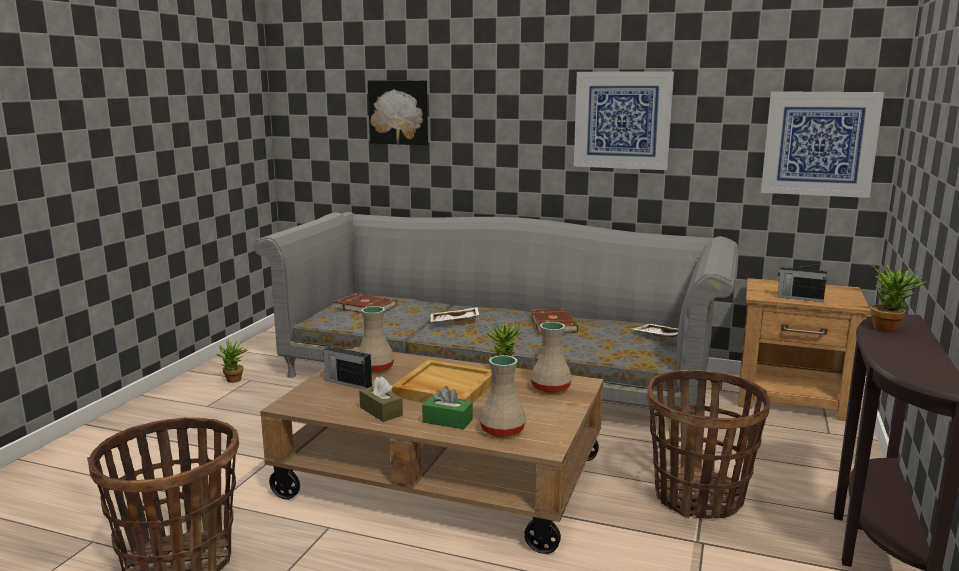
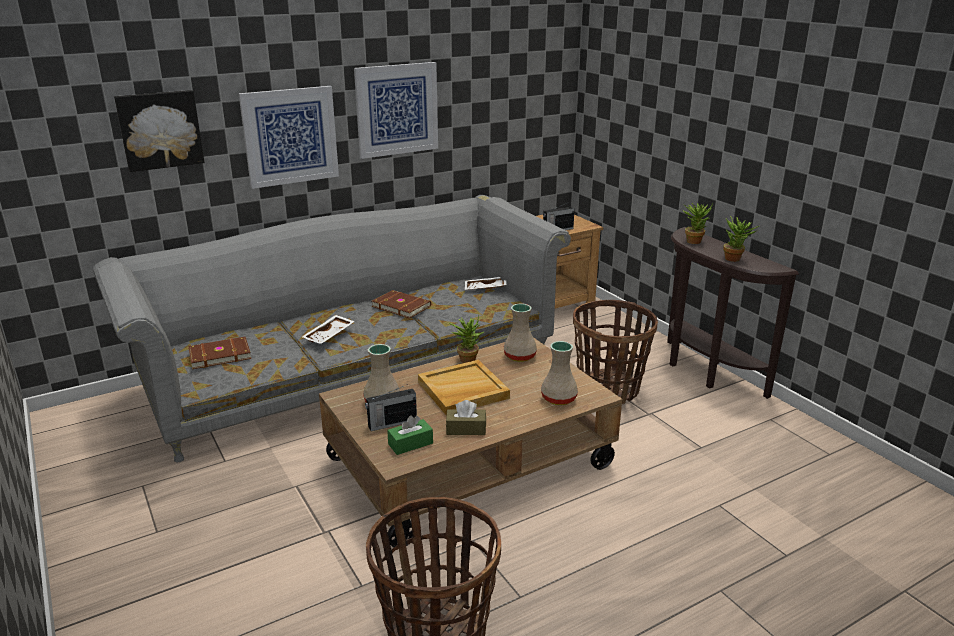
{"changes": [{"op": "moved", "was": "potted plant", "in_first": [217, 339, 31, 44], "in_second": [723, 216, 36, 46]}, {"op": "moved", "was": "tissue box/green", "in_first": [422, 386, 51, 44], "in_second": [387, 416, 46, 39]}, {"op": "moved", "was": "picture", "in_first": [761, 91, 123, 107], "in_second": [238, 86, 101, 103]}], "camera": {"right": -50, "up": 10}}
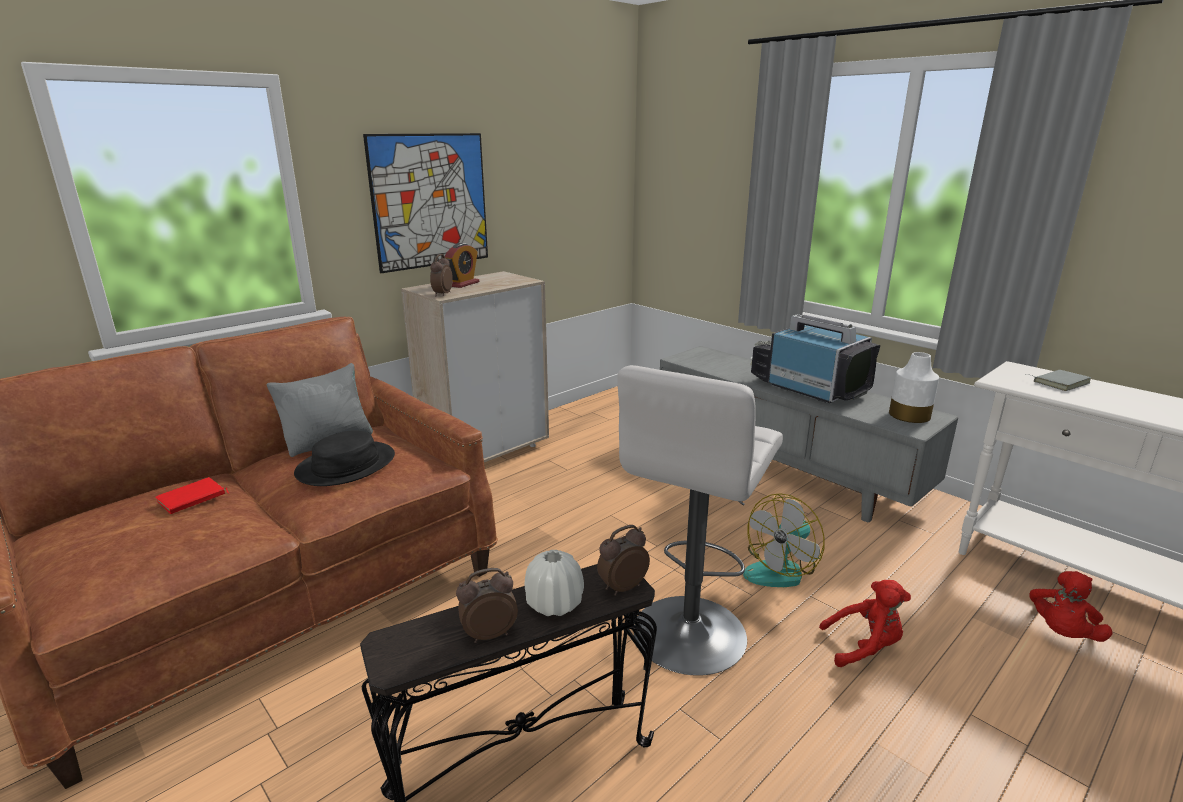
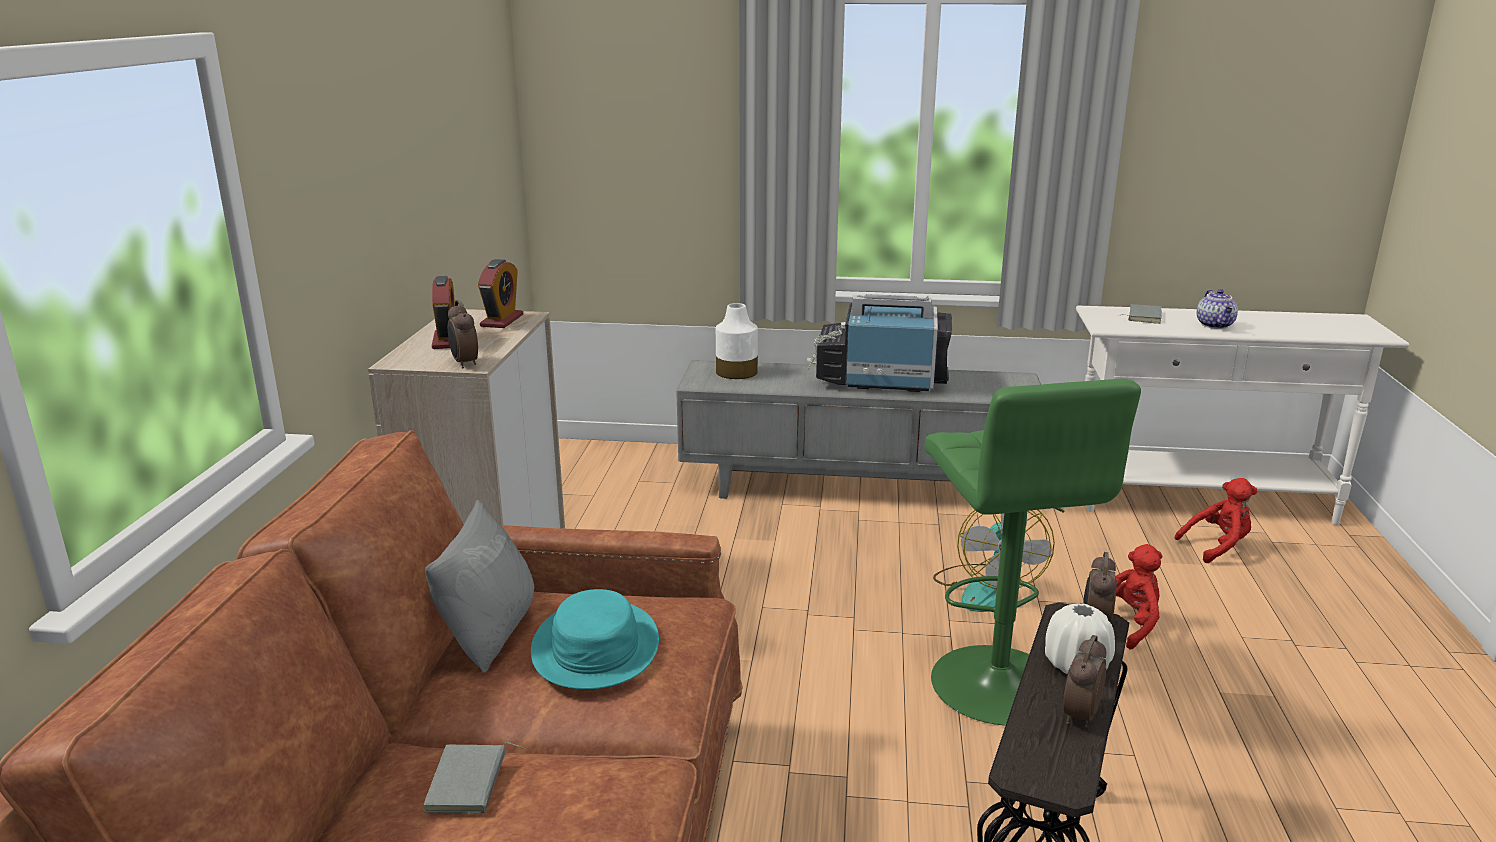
{"changes": [{"op": "recoloured", "was": "book/red", "now": "book/grey", "in_first": [155, 477, 74, 37], "in_second": [423, 742, 101, 72]}, {"op": "recoloured", "was": "hat/black", "now": "hat/turquoise", "in_first": [294, 430, 101, 56], "in_second": [531, 589, 128, 100]}, {"op": "removed", "was": "picture", "in_first": [363, 133, 125, 140]}, {"op": "recoloured", "was": "stool/white", "now": "stool/green", "in_first": [617, 365, 166, 311], "in_second": [925, 379, 216, 347]}, {"op": "moved", "was": "vase/white", "in_first": [889, 352, 50, 71], "in_second": [716, 303, 42, 76]}, {"op": "turned", "was": "plush toy/red", "in_first": [1029, 571, 84, 71], "in_second": [1175, 478, 83, 85], "clockwise": -105}, {"op": "added", "now": "alarm clock", "in_second": [478, 259, 45, 69]}, {"op": "added", "now": "teapot", "in_second": [1197, 289, 41, 40]}], "camera": {"right": -40, "up": 0}}
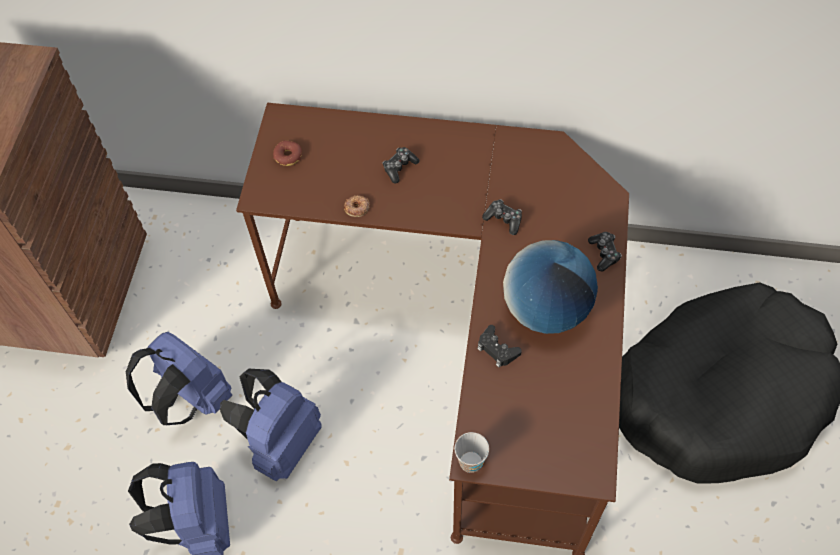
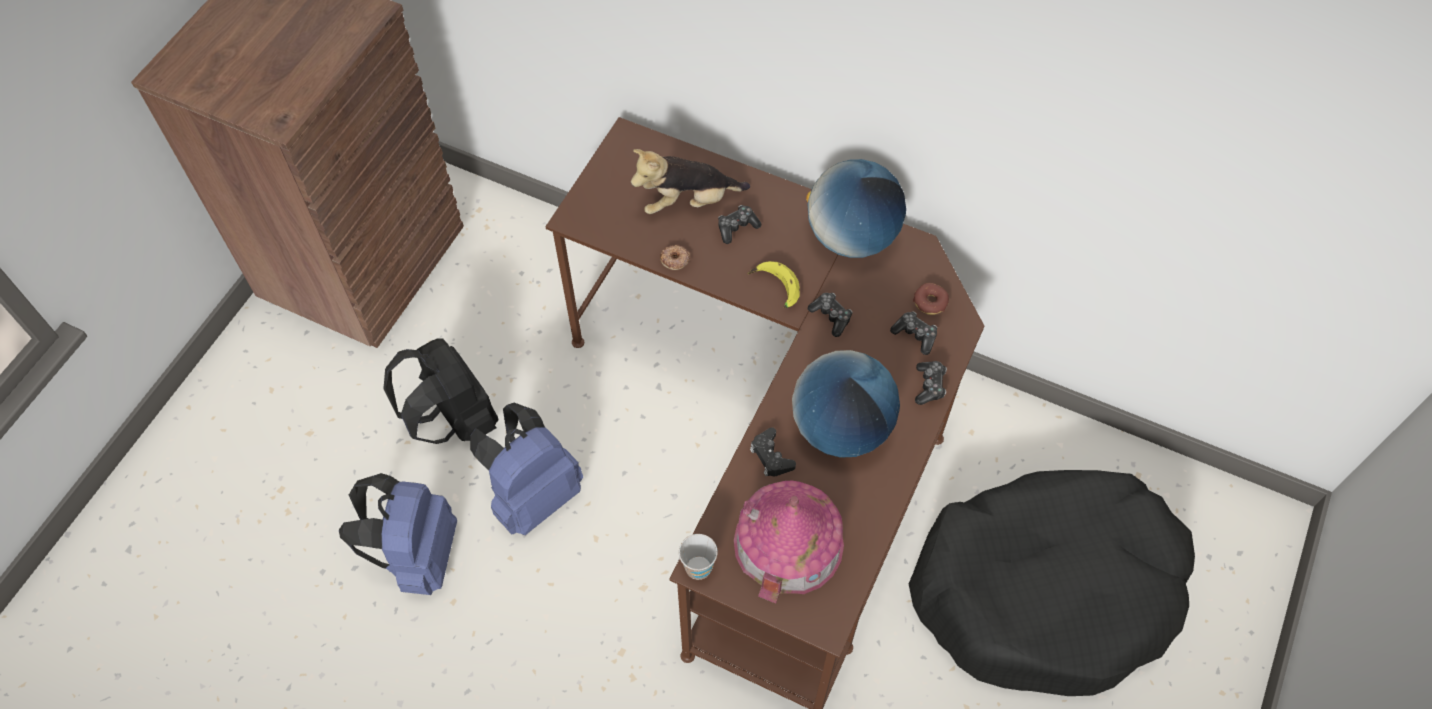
{"changes": [{"op": "recoloured", "was": "backpack/blue", "now": "backpack/black", "in_first": [126, 332, 106, 93], "in_second": [383, 338, 115, 106]}, {"op": "moved", "was": "donut", "in_first": [273, 140, 29, 26], "in_second": [913, 283, 36, 32]}, {"op": "added", "now": "plush toy", "in_second": [631, 149, 119, 65]}, {"op": "added", "now": "toy house", "in_second": [734, 480, 110, 124]}, {"op": "added", "now": "banana", "in_second": [748, 261, 52, 47]}, {"op": "added", "now": "globe", "in_second": [806, 159, 100, 99]}, {"op": "added", "now": "game controller", "in_second": [890, 311, 48, 44]}], "camera": {"right": 15, "up": 0}}
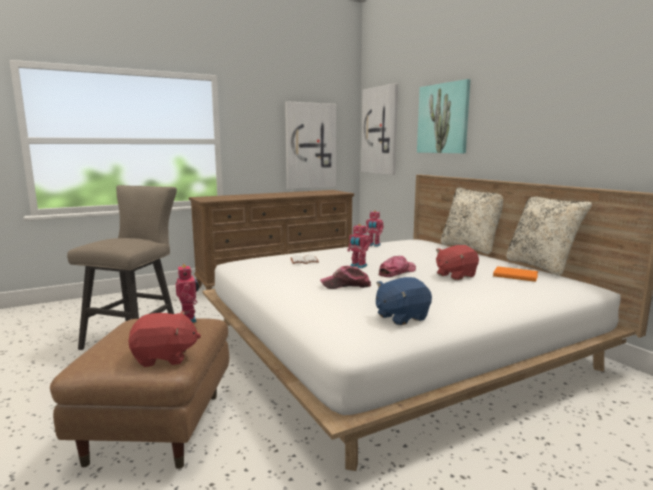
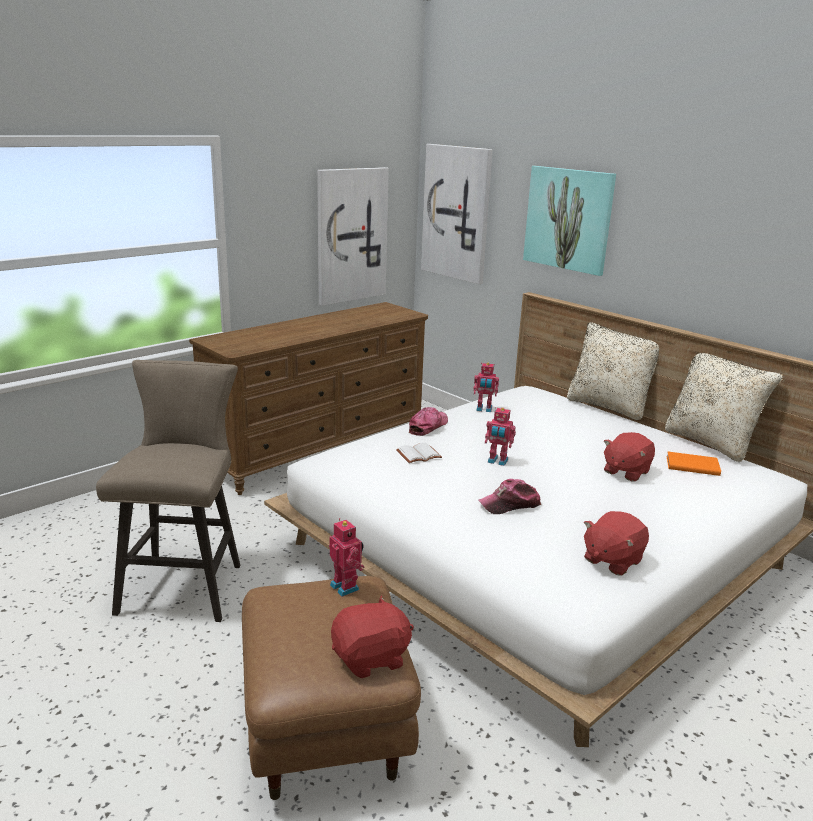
{"changes": [{"op": "recoloured", "was": "plush toy/blue", "now": "plush toy/red", "in_first": [376, 277, 56, 48], "in_second": [584, 511, 65, 65]}, {"op": "moved", "was": "cap", "in_first": [379, 256, 37, 21], "in_second": [409, 407, 39, 29]}], "camera": {"right": -15, "up": 10}}
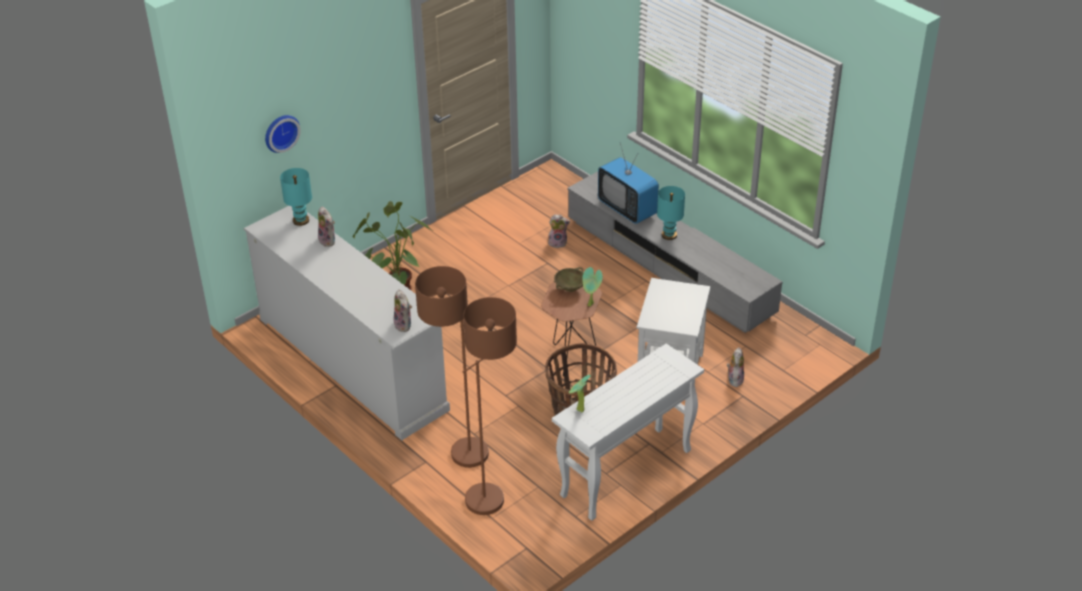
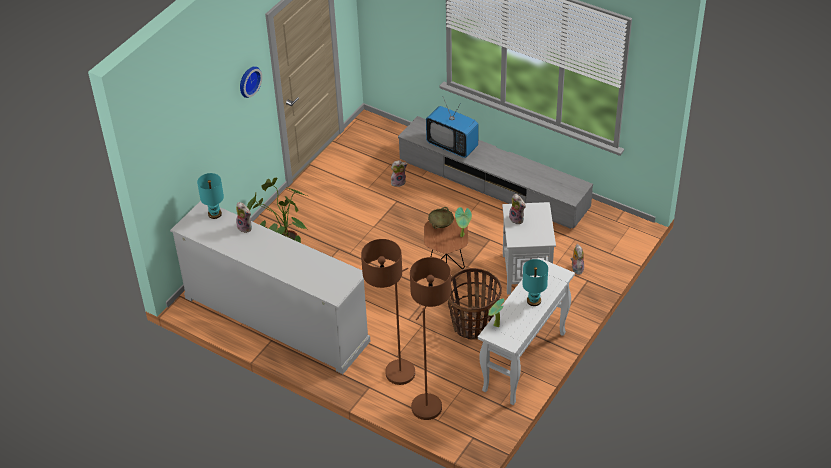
{"changes": [{"op": "moved", "was": "wall clock", "in_first": [265, 115, 36, 38], "in_second": [240, 66, 22, 32]}, {"op": "moved", "was": "plush toy", "in_first": [394, 290, 18, 42], "in_second": [509, 194, 17, 30]}, {"op": "moved", "was": "table lamp/turquoise", "in_first": [657, 186, 28, 54], "in_second": [522, 259, 26, 47]}], "camera": {"right": -15, "up": 5}}
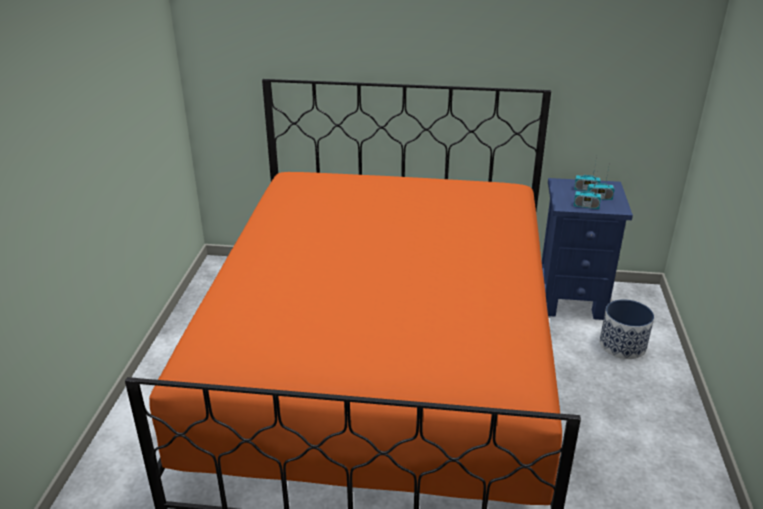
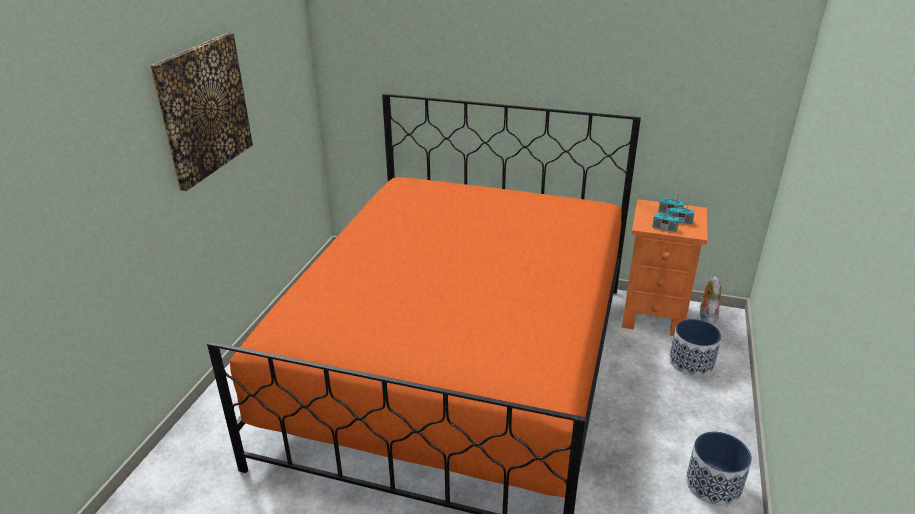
{"changes": [{"op": "recoloured", "was": "nightstand/blue", "now": "nightstand/orange", "in_first": [542, 178, 91, 142], "in_second": [622, 199, 85, 137]}, {"op": "added", "now": "picture", "in_second": [150, 33, 103, 158]}, {"op": "added", "now": "planter", "in_second": [686, 431, 66, 75]}, {"op": "added", "now": "plush toy", "in_second": [699, 276, 22, 49]}], "camera": {"right": 10, "up": 0}}
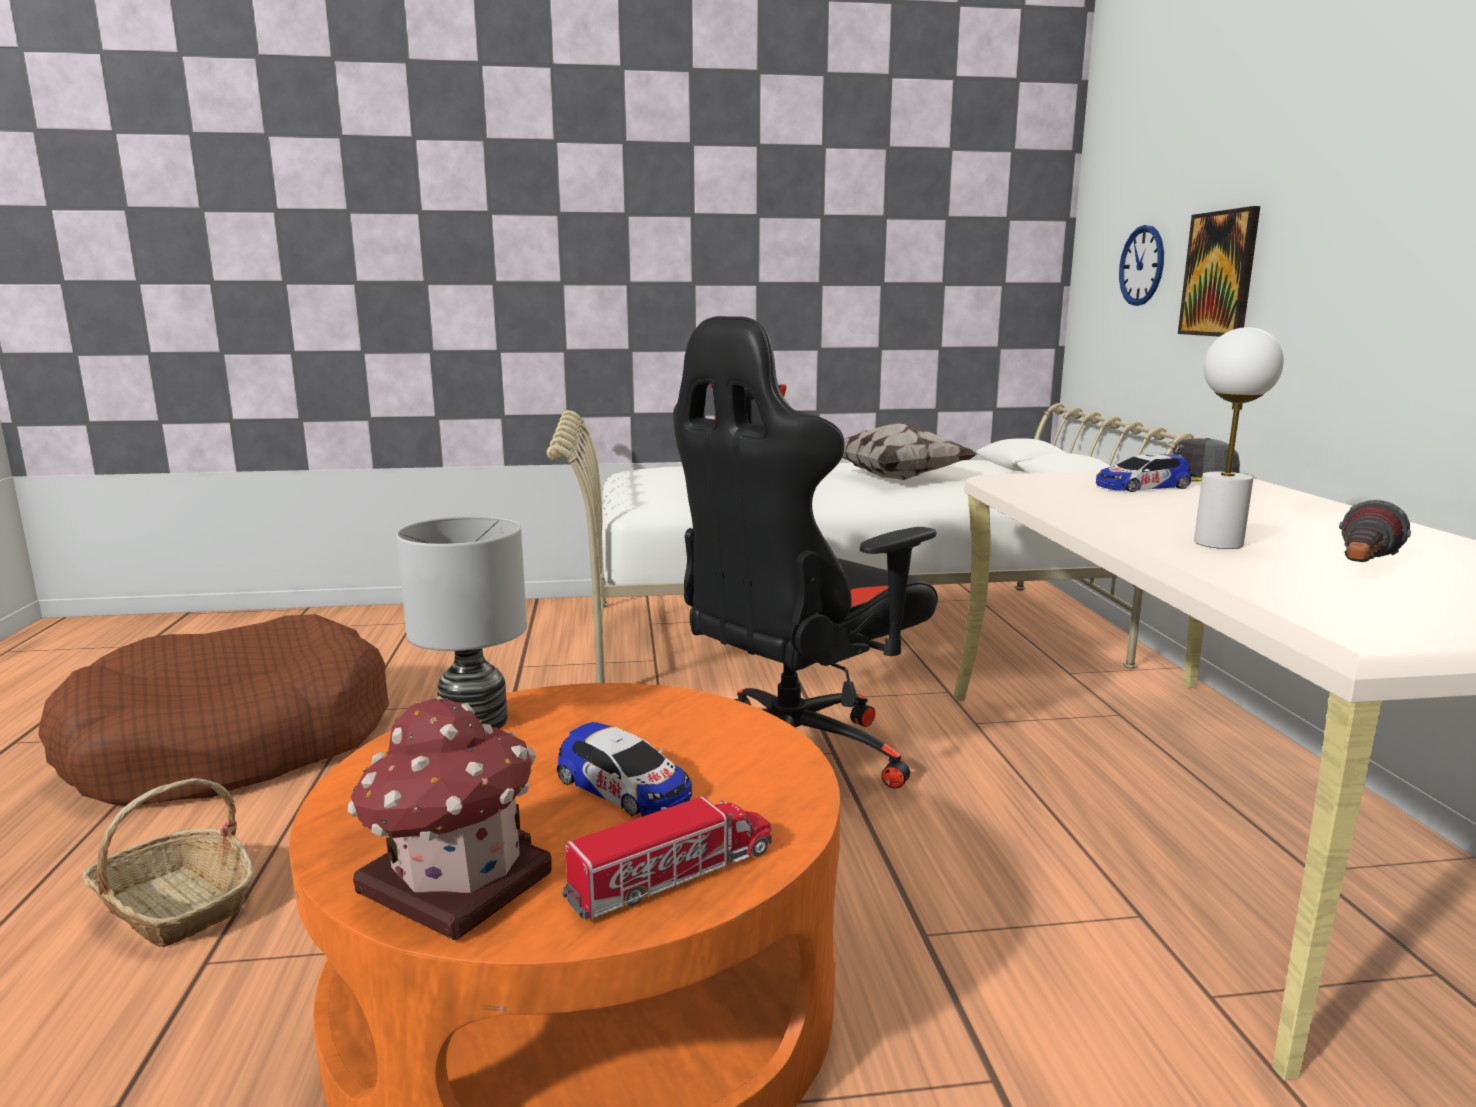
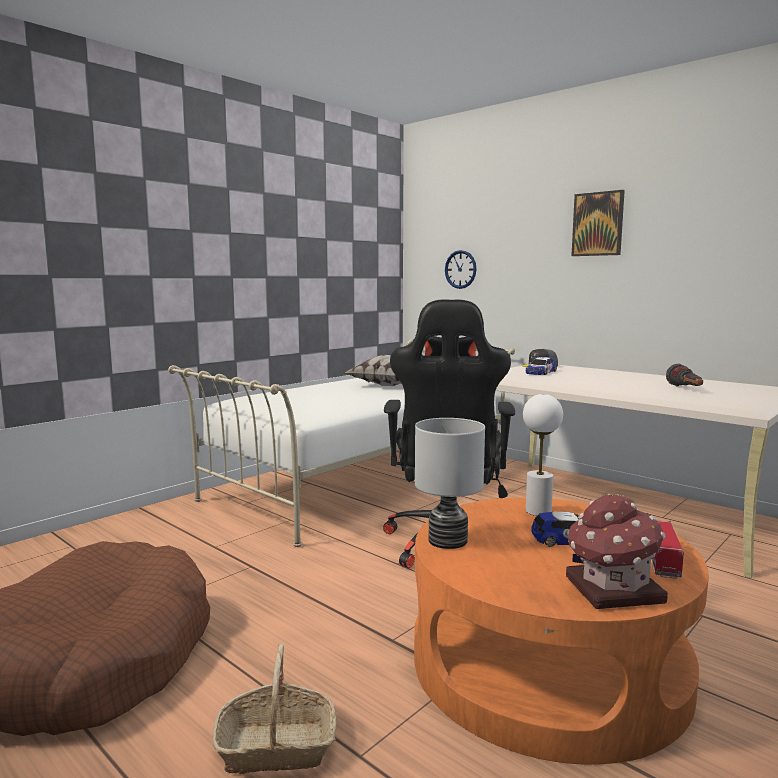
{"changes": [{"op": "moved", "was": "picture", "in_first": [1178, 206, 82, 131], "in_second": [571, 190, 54, 66]}, {"op": "moved", "was": "table lamp/white", "in_first": [1194, 327, 90, 222], "in_second": [523, 394, 40, 122]}], "camera": {"right": -40, "up": -5}}
